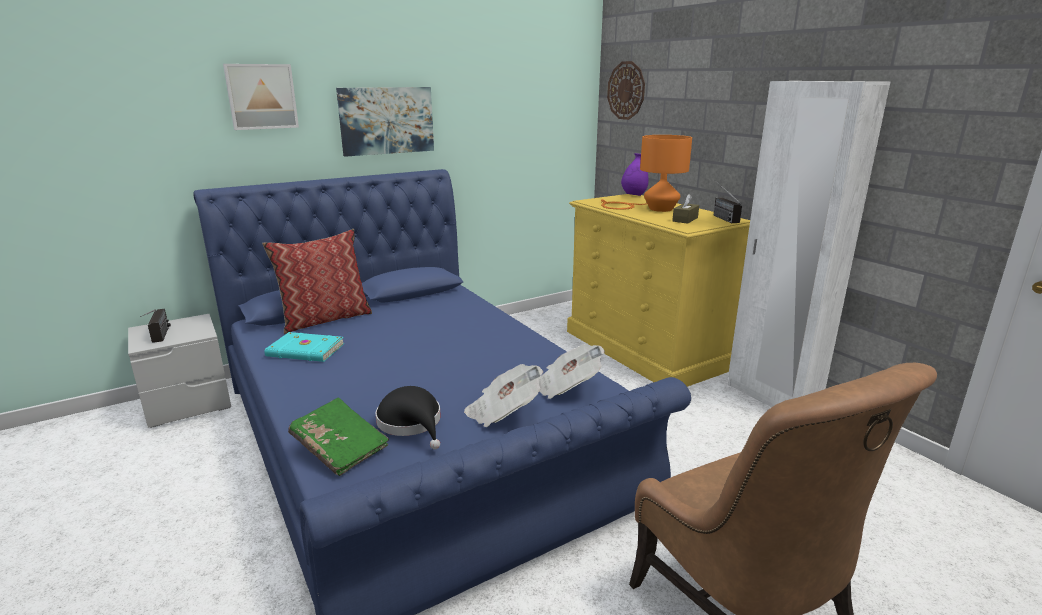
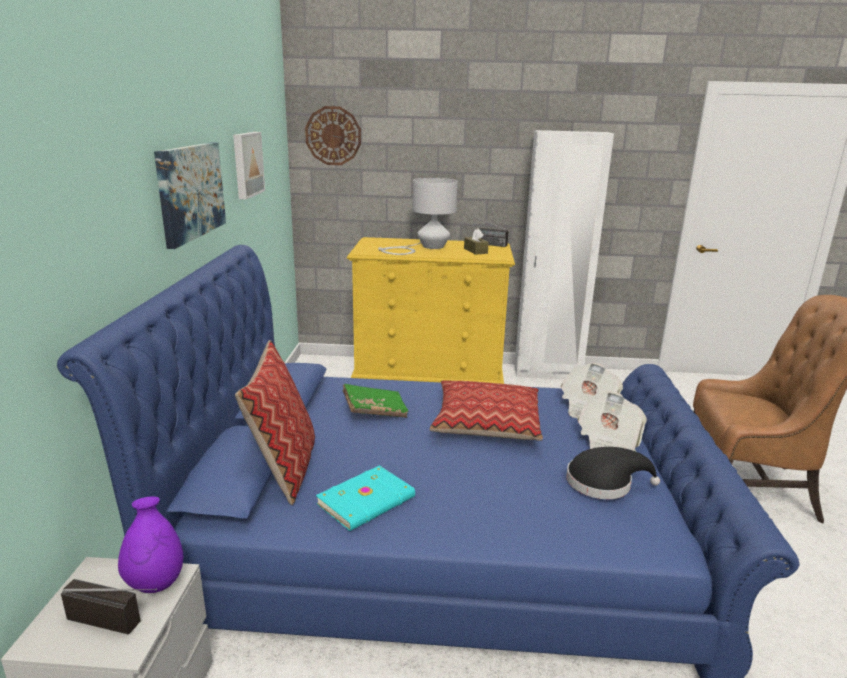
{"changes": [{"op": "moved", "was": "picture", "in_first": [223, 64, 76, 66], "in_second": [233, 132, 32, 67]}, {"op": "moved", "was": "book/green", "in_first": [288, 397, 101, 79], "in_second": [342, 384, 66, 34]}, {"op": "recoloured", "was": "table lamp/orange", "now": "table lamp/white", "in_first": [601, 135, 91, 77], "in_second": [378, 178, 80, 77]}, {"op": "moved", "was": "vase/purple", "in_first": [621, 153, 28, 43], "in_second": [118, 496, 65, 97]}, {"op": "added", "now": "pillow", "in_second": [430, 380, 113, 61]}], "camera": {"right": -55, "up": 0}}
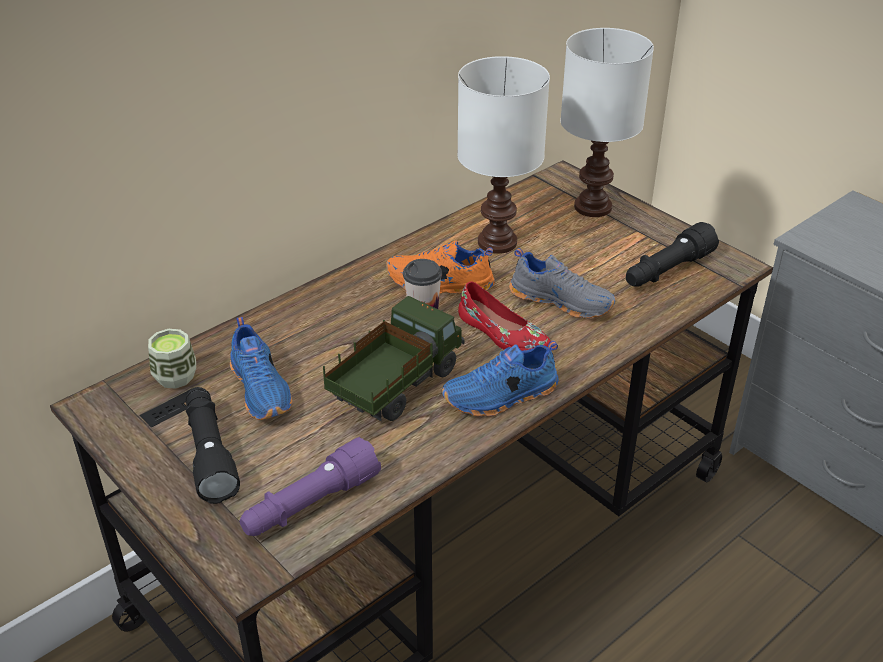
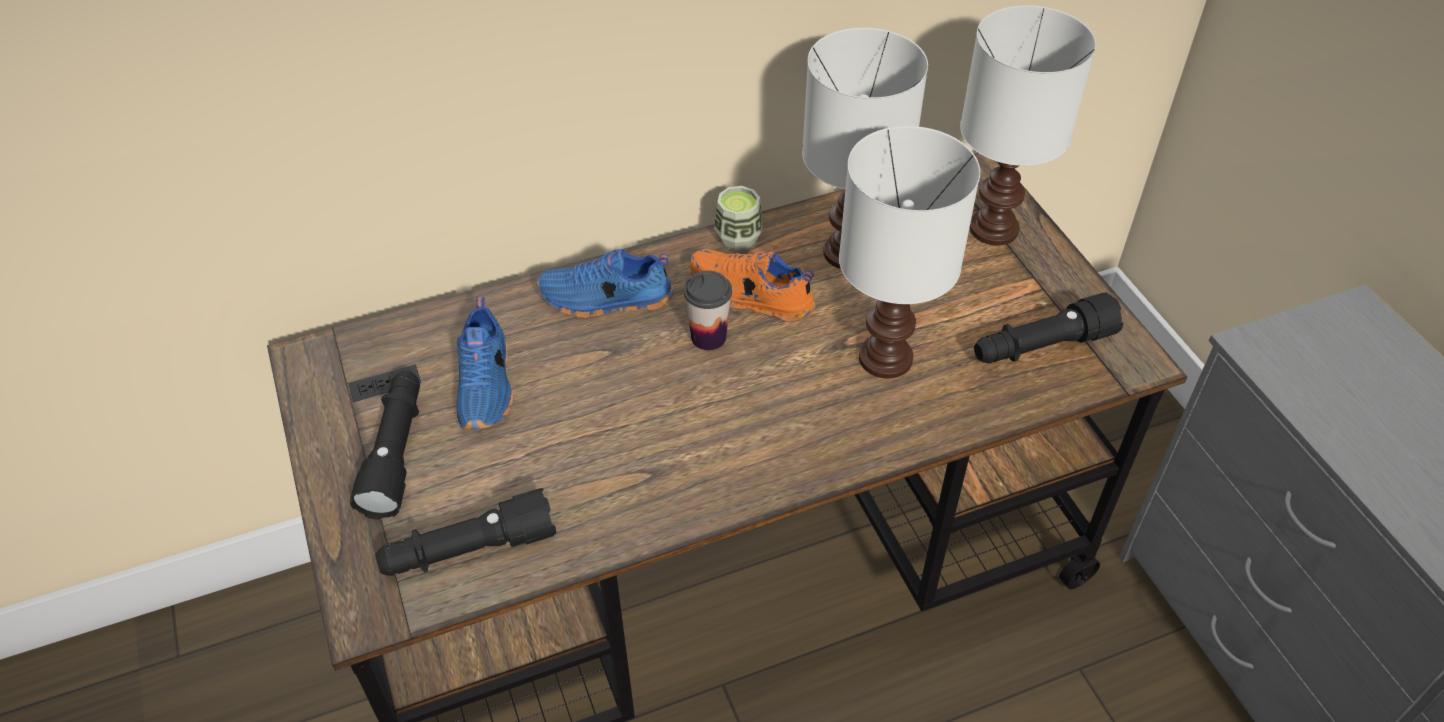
{"changes": [{"op": "moved", "was": "cup", "in_first": [148, 329, 48, 60], "in_second": [714, 186, 49, 64]}, {"op": "recoloured", "was": "flashlight/purple", "now": "flashlight/black", "in_first": [240, 437, 141, 99], "in_second": [375, 488, 181, 88]}, {"op": "removed", "was": "toy truck", "in_first": [323, 296, 141, 125]}, {"op": "moved", "was": "shoe/blue", "in_first": [442, 341, 117, 76], "in_second": [537, 248, 137, 70]}, {"op": "removed", "was": "shoe/red", "in_first": [458, 281, 93, 70]}, {"op": "replaced", "was": "shoe/grey", "now": "table lamp/white", "in_first": [509, 248, 106, 70], "in_second": [839, 126, 141, 252]}], "camera": {"right": 20, "up": 10}}
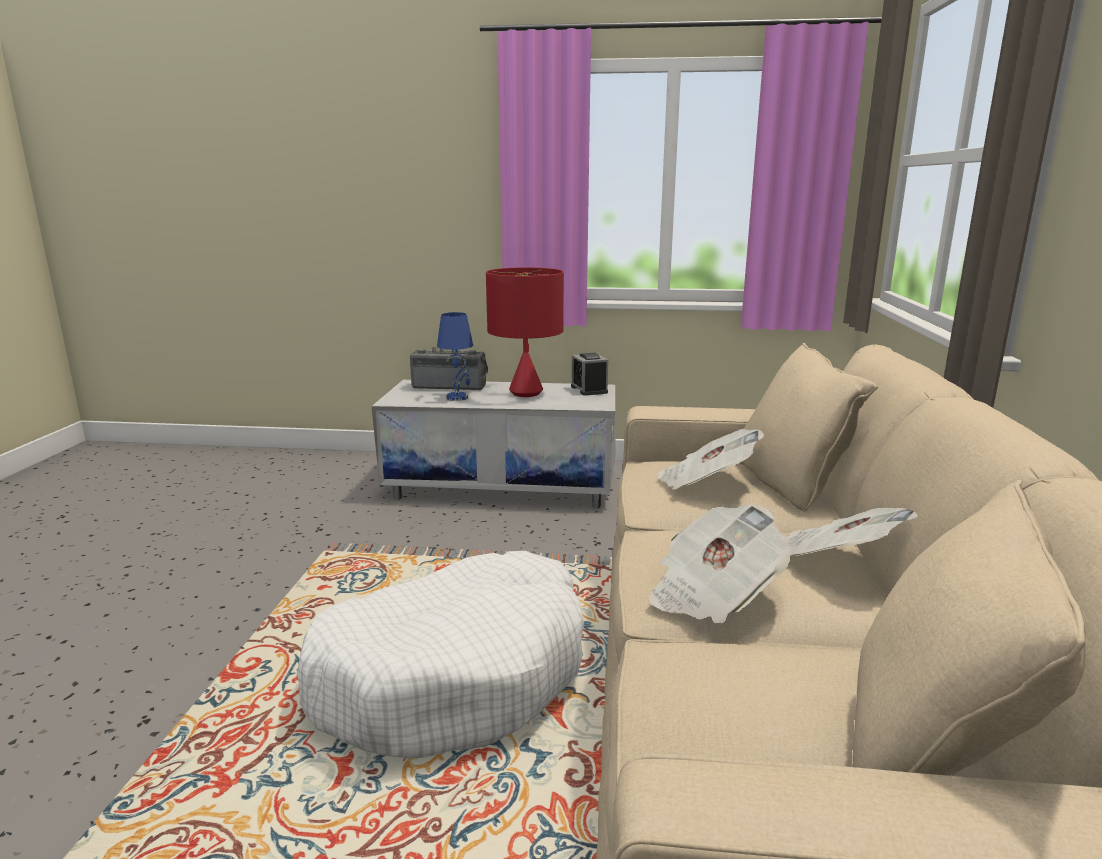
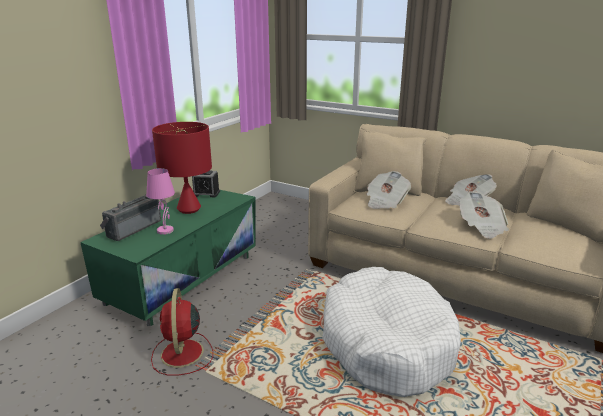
{"changes": [{"op": "recoloured", "was": "tv stand/white", "now": "tv stand/green", "in_first": [372, 380, 243, 129], "in_second": [80, 190, 176, 136]}, {"op": "recoloured", "was": "table lamp/blue", "now": "table lamp/pink", "in_first": [437, 312, 36, 89], "in_second": [146, 168, 29, 67]}, {"op": "added", "now": "fan/red", "in_second": [151, 288, 62, 88]}], "camera": {"right": -65, "up": 5}}
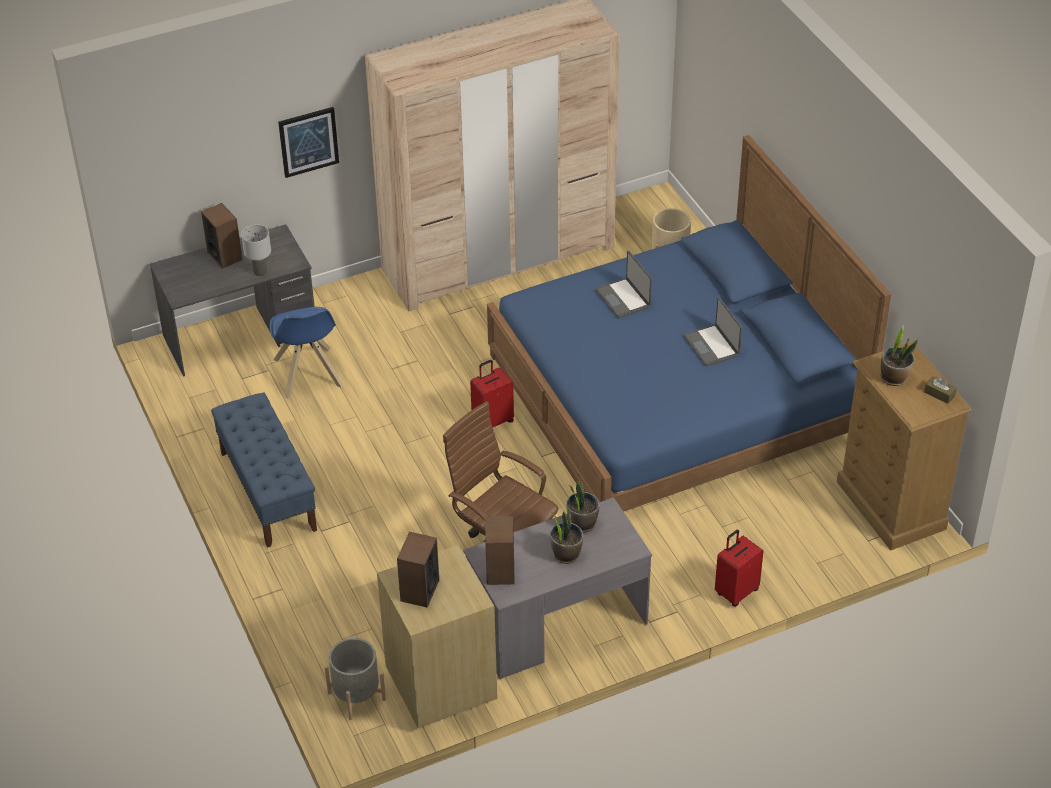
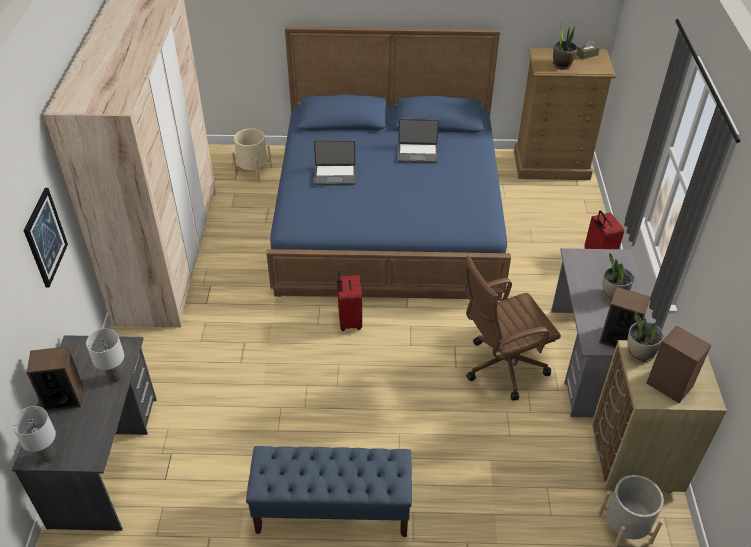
{"changes": [{"op": "removed", "was": "chair/blue", "in_first": [270, 307, 73, 92]}, {"op": "moved", "was": "potted plant", "in_first": [566, 473, 34, 59], "in_second": [627, 312, 37, 50]}, {"op": "added", "now": "table lamp/white", "in_second": [12, 406, 44, 57]}], "camera": {"right": -65, "up": 0}}
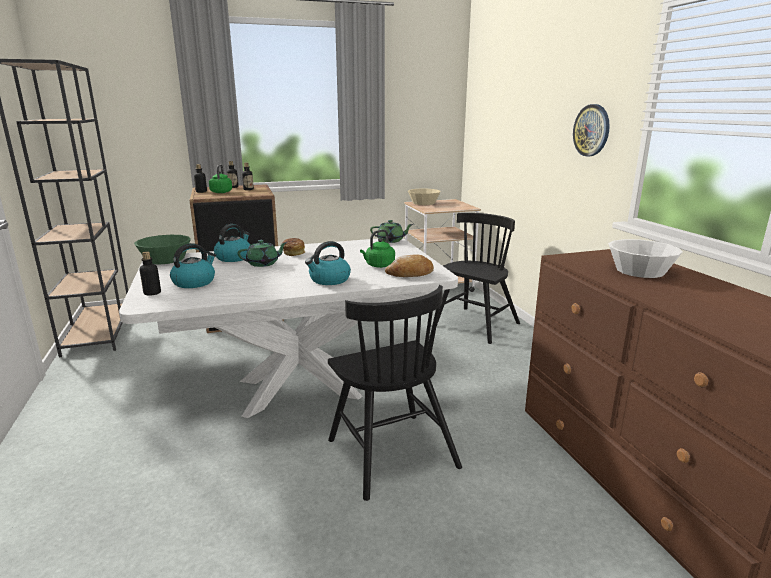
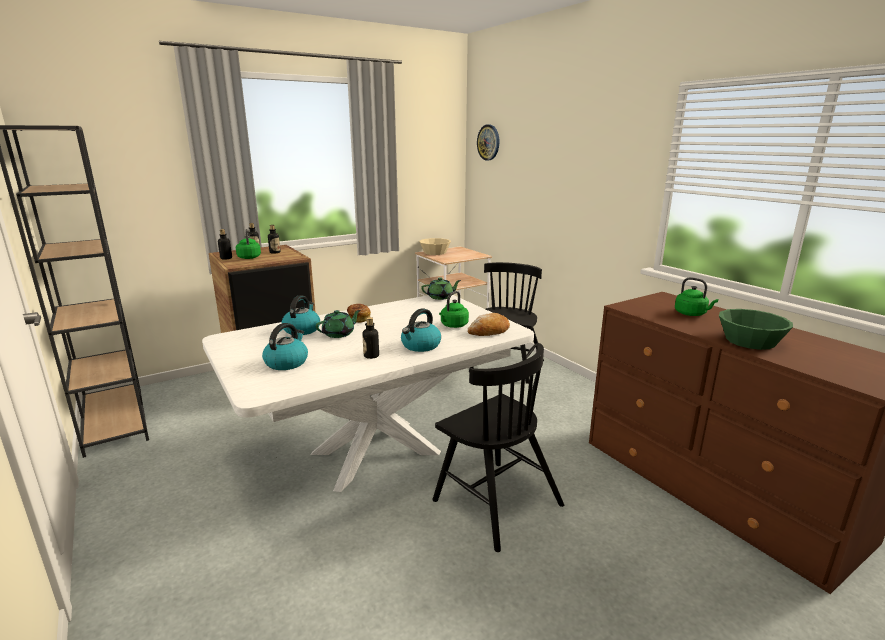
{"changes": [{"op": "moved", "was": "bowl/green", "in_first": [134, 235, 57, 30], "in_second": [719, 309, 74, 41]}, {"op": "moved", "was": "bottle", "in_first": [139, 252, 22, 44], "in_second": [362, 317, 17, 42]}, {"op": "moved", "was": "wall clock", "in_first": [573, 104, 37, 52], "in_second": [477, 125, 22, 36]}, {"op": "replaced", "was": "bowl/white", "now": "kettle/green", "in_first": [608, 239, 74, 39], "in_second": [675, 277, 43, 39]}], "camera": {"right": -15, "up": 0}}
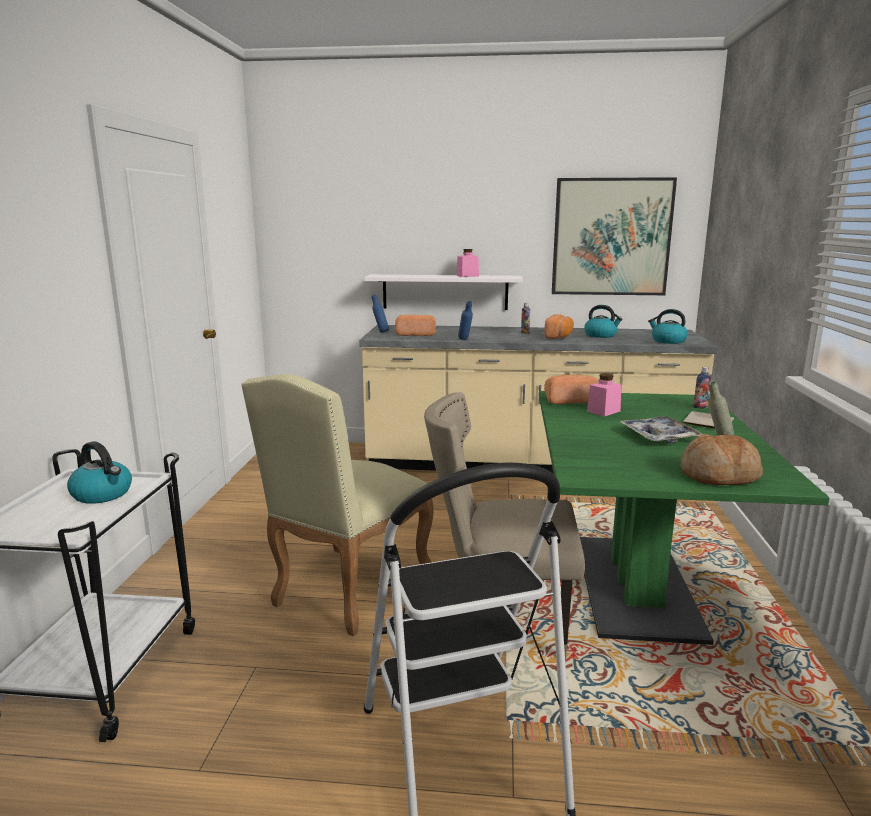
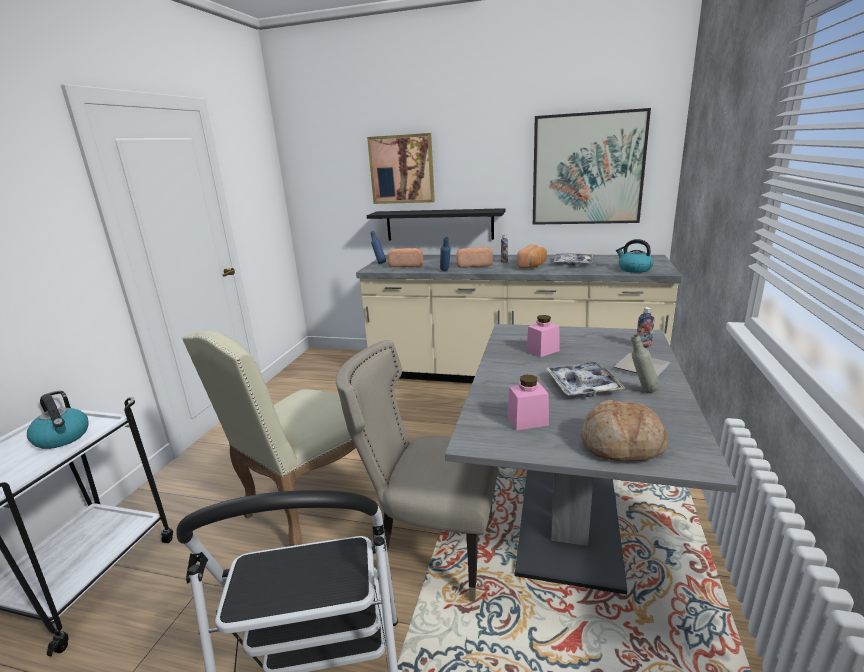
{"changes": [{"op": "recoloured", "was": "shelf/white", "now": "shelf/black", "in_first": [364, 274, 159, 36], "in_second": [367, 208, 138, 32]}, {"op": "moved", "was": "jar/pink", "in_first": [456, 249, 23, 28], "in_second": [507, 375, 42, 55]}, {"op": "recoloured", "was": "dining table/green", "now": "dining table/grey", "in_first": [539, 391, 291, 254], "in_second": [445, 324, 292, 271]}, {"op": "moved", "was": "bread", "in_first": [544, 375, 55, 29], "in_second": [456, 247, 37, 21]}, {"op": "replaced", "was": "kettle", "now": "tray", "in_first": [584, 305, 39, 33], "in_second": [554, 253, 39, 12]}, {"op": "added", "now": "picture", "in_second": [367, 133, 68, 71]}], "camera": {"right": 10, "up": 5}}
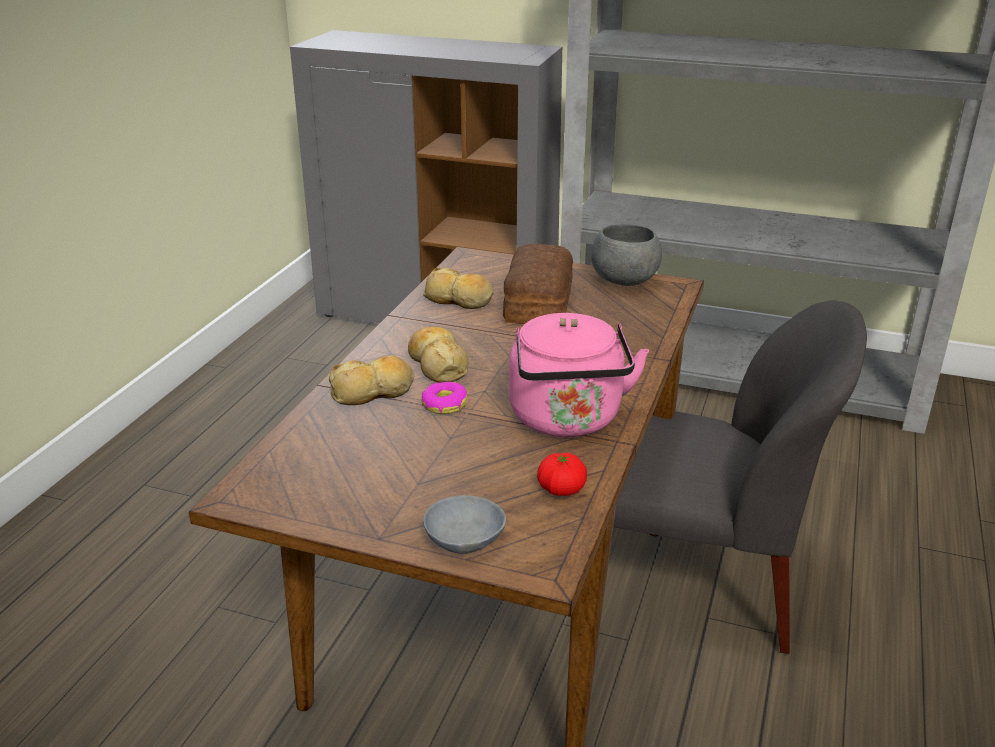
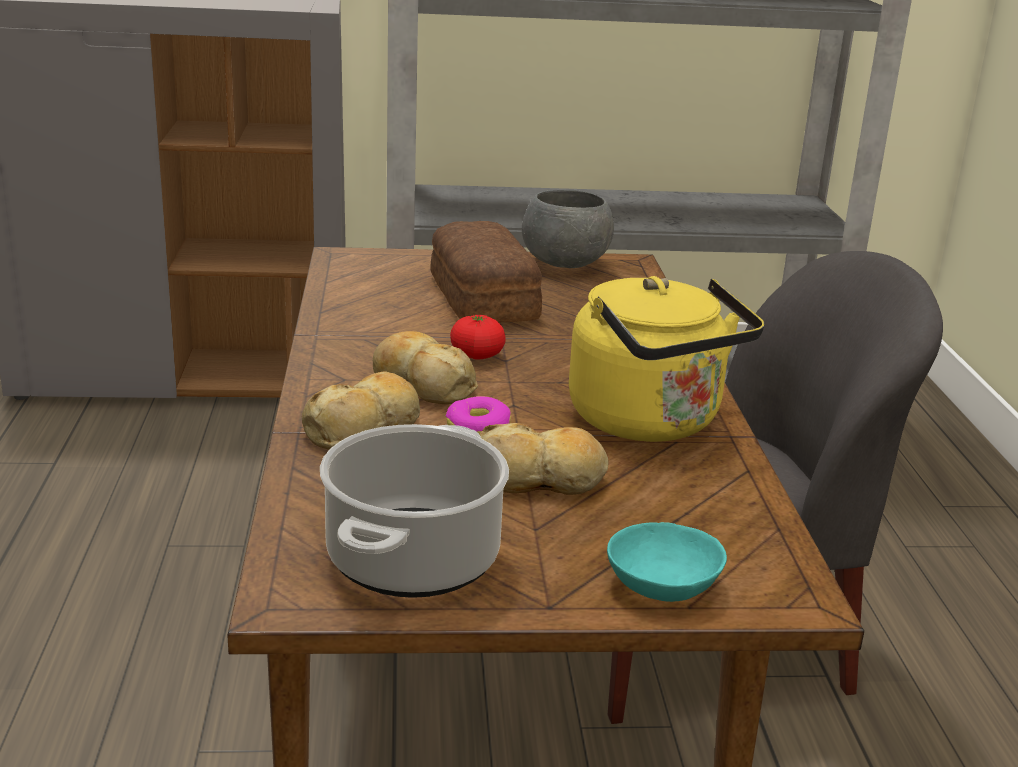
{"changes": [{"op": "moved", "was": "bread", "in_first": [423, 268, 71, 41], "in_second": [479, 423, 129, 72]}, {"op": "recoloured", "was": "bowl/grey", "now": "bowl/turquoise", "in_first": [423, 495, 83, 59], "in_second": [607, 522, 120, 80]}, {"op": "recoloured", "was": "kettle/pink", "now": "kettle/yellow", "in_first": [509, 313, 140, 124], "in_second": [569, 276, 195, 166]}, {"op": "moved", "was": "tomato", "in_first": [537, 453, 50, 43], "in_second": [450, 315, 56, 44]}, {"op": "added", "now": "cooking pot", "in_second": [320, 424, 189, 174]}], "camera": {"right": -25, "up": -5}}
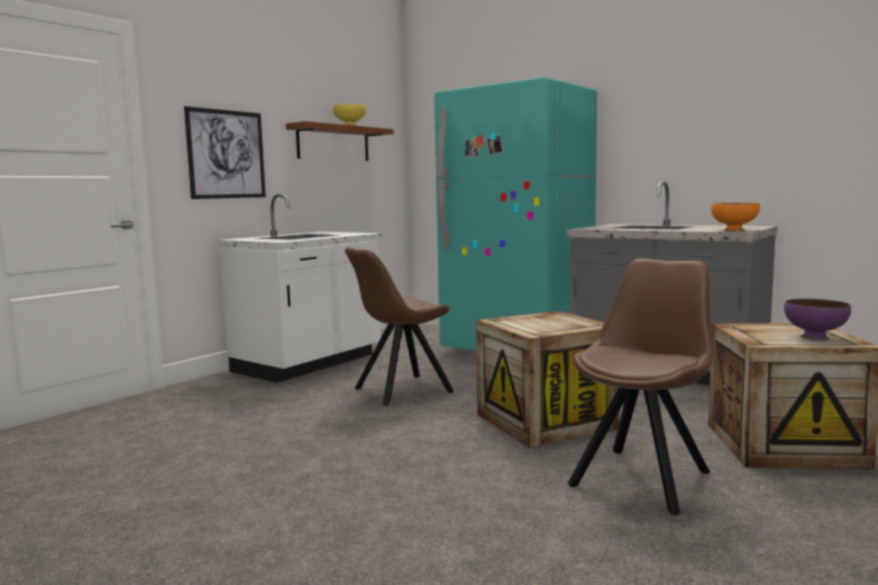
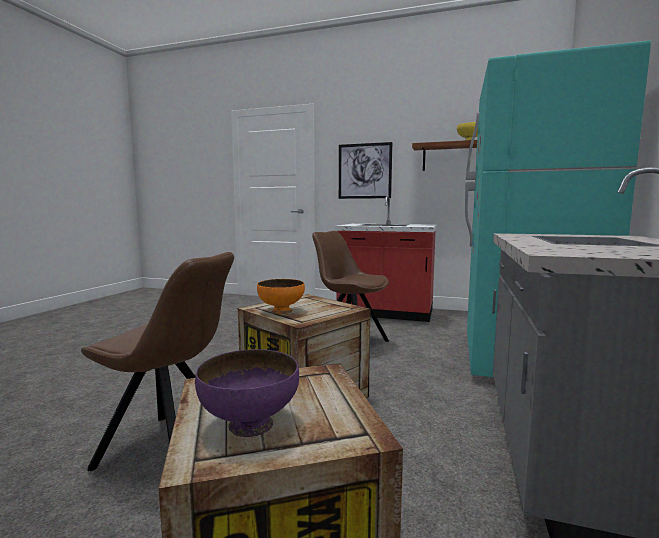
{"changes": [{"op": "recoloured", "was": "counter/white", "now": "counter/red", "in_first": [218, 194, 165, 189], "in_second": [335, 196, 102, 126]}, {"op": "moved", "was": "bowl/orange", "in_first": [711, 203, 49, 28], "in_second": [257, 279, 48, 35]}], "camera": {"right": 70, "up": 0}}
